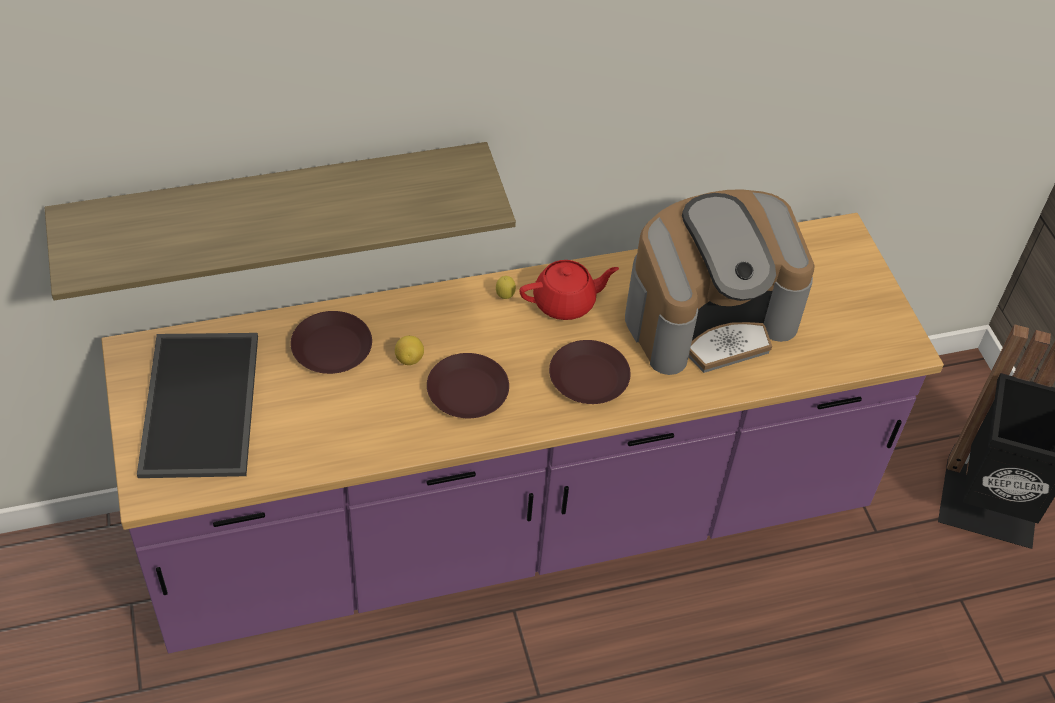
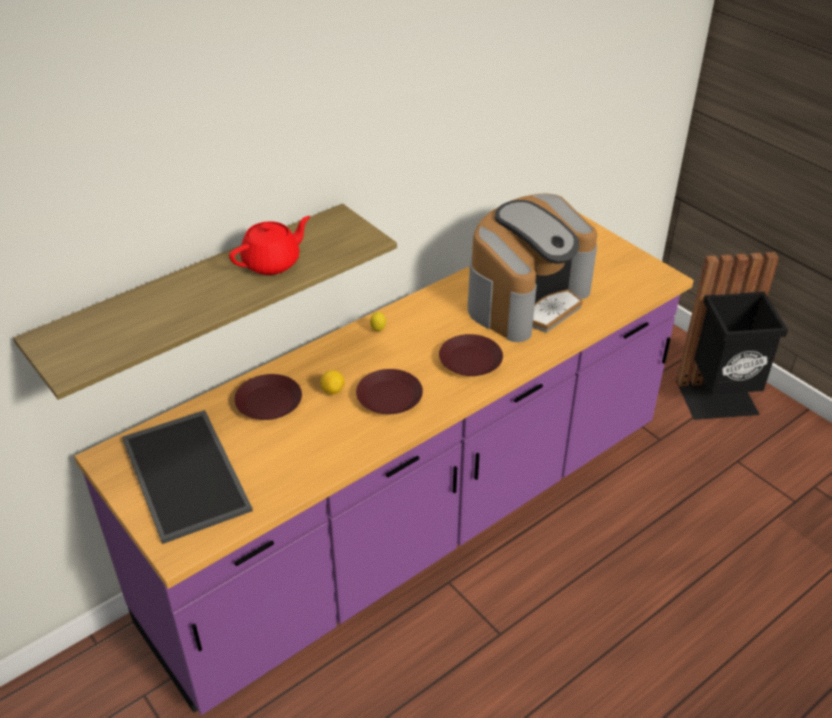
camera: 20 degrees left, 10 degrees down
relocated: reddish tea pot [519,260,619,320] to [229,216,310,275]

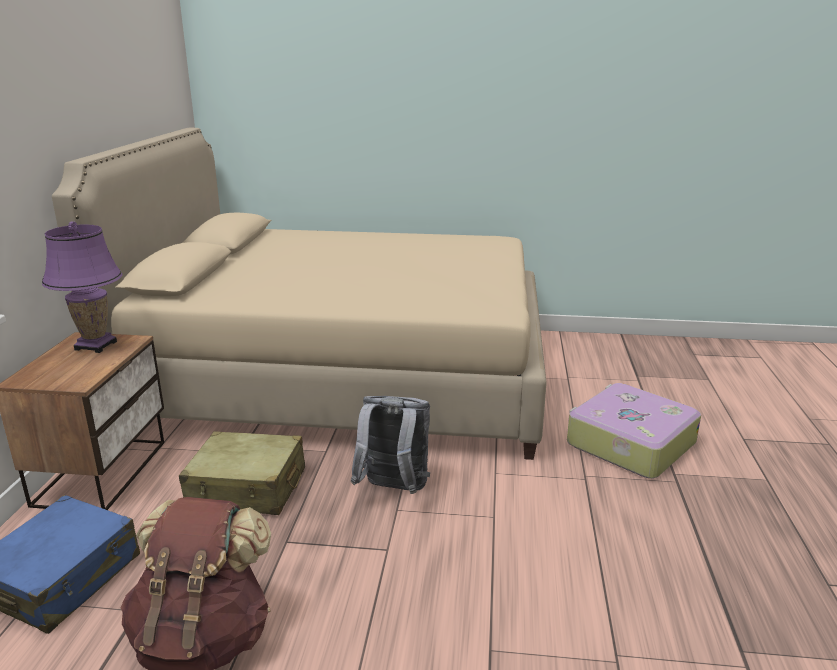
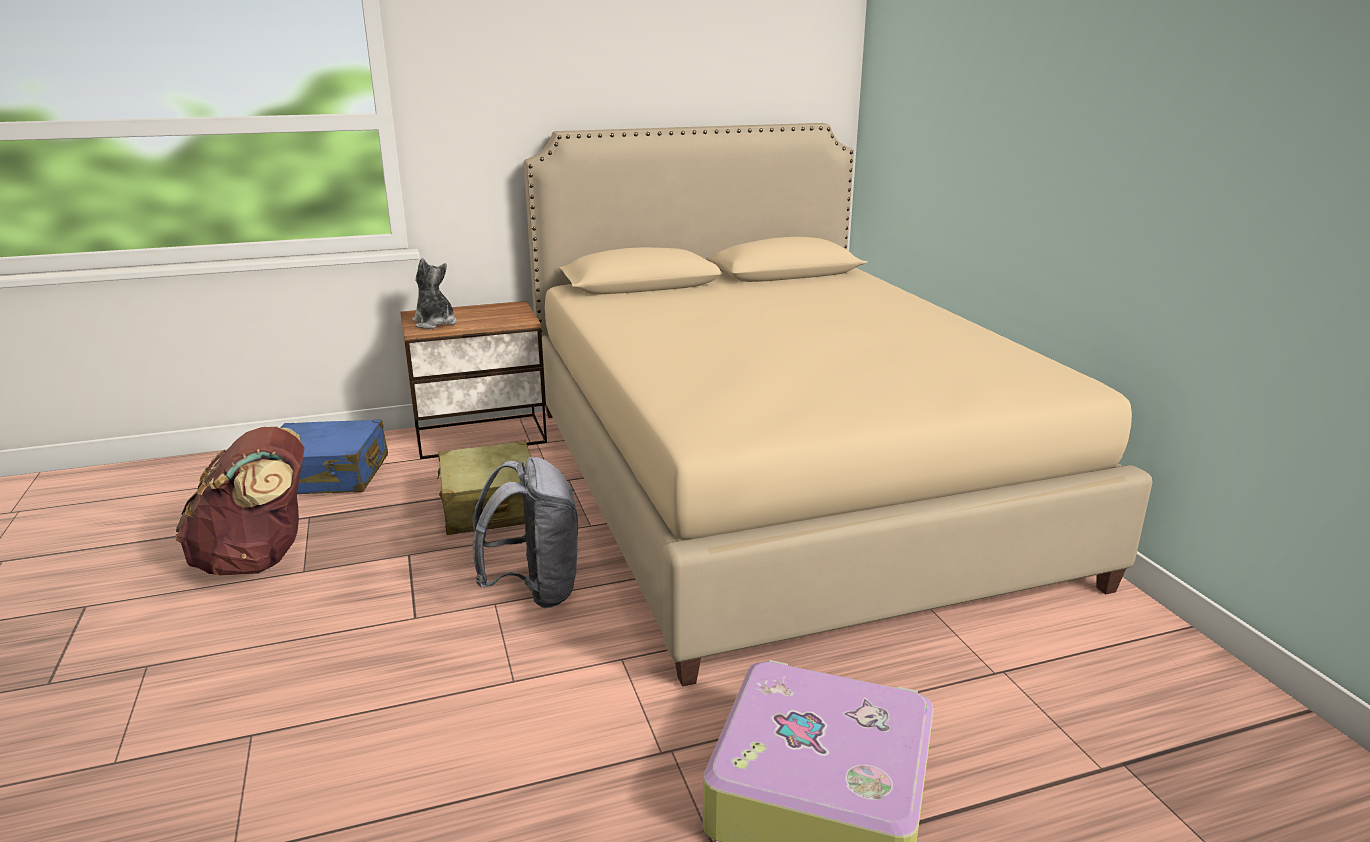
camera: 65 degrees right, 0 degrees up
missing: purple-coloured lamp for a table [42,221,122,353]
appeared: cuddly toy [412,258,457,329]

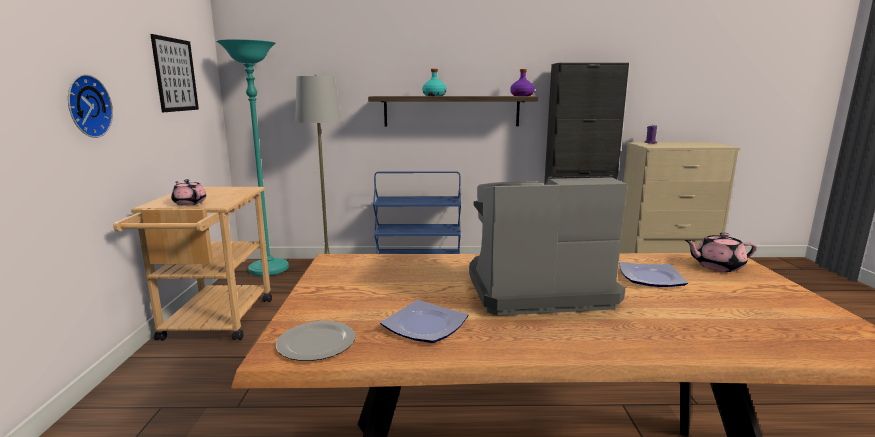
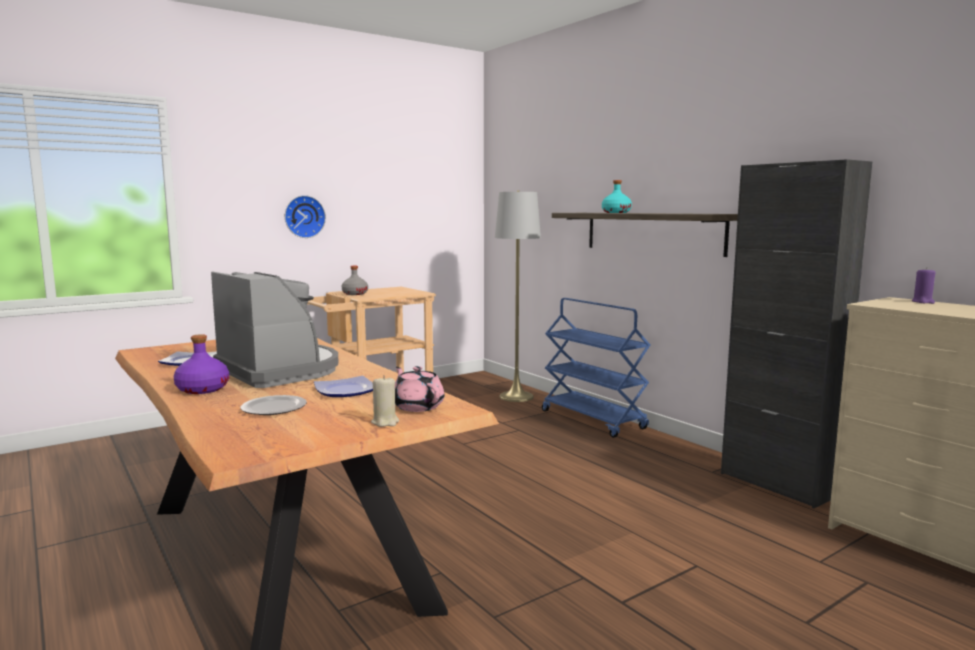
camera: 55 degrees right, 5 degrees down
missing: wall picture [150,34,199,112]; turquoise-coloured standard lamp [216,39,289,276]
appeared: beige-coloured wax candle [371,376,399,427]
relocated: flat dish [276,321,355,361] to [240,395,307,415]; purple-coloured bottle [510,69,535,96] to [173,334,229,394]
exchanged: pink tea pot [171,179,206,206] to greyish bottle [342,266,368,295]

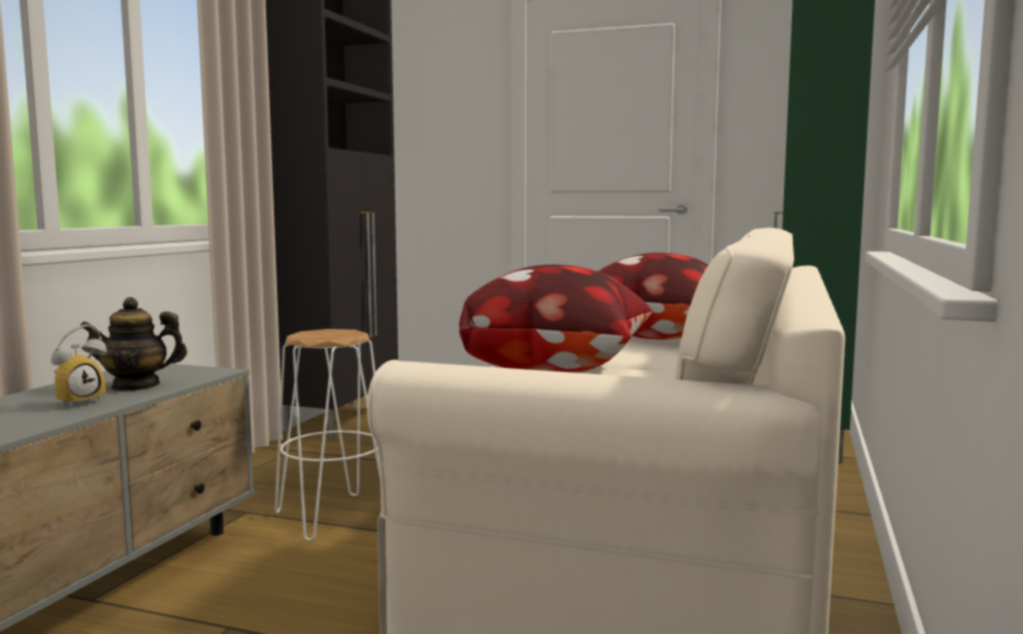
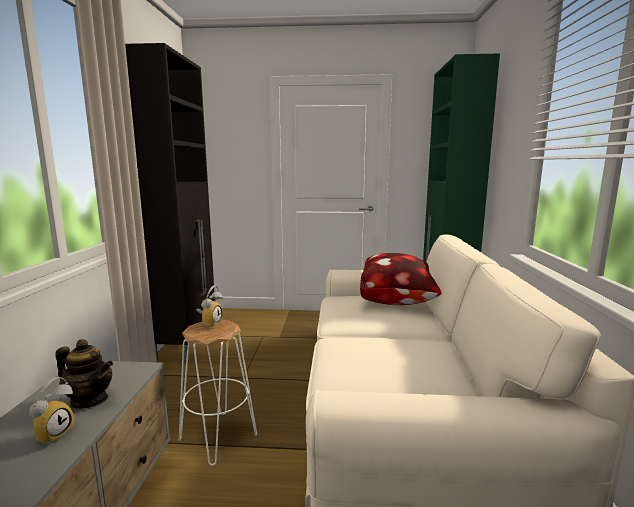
camera: 15 degrees left, 5 degrees up
missing: pillow [459,265,653,373]
appeared: table clock [196,285,223,328]
spun: tea pot [81,297,187,391] = [55,339,113,409] 135 degrees counterclockwise

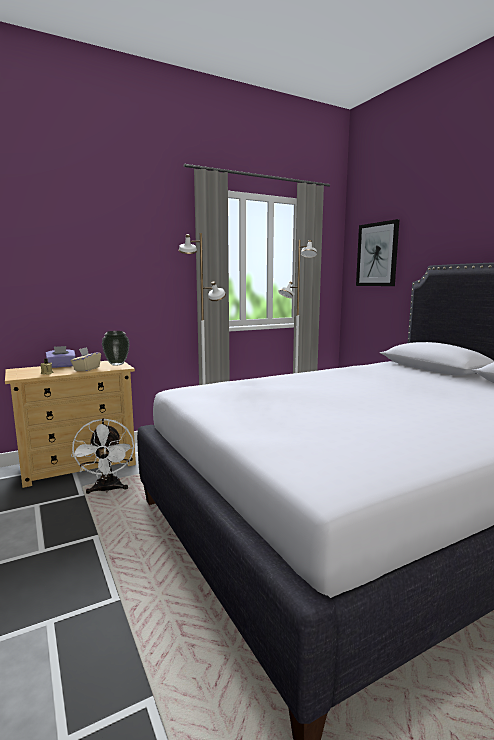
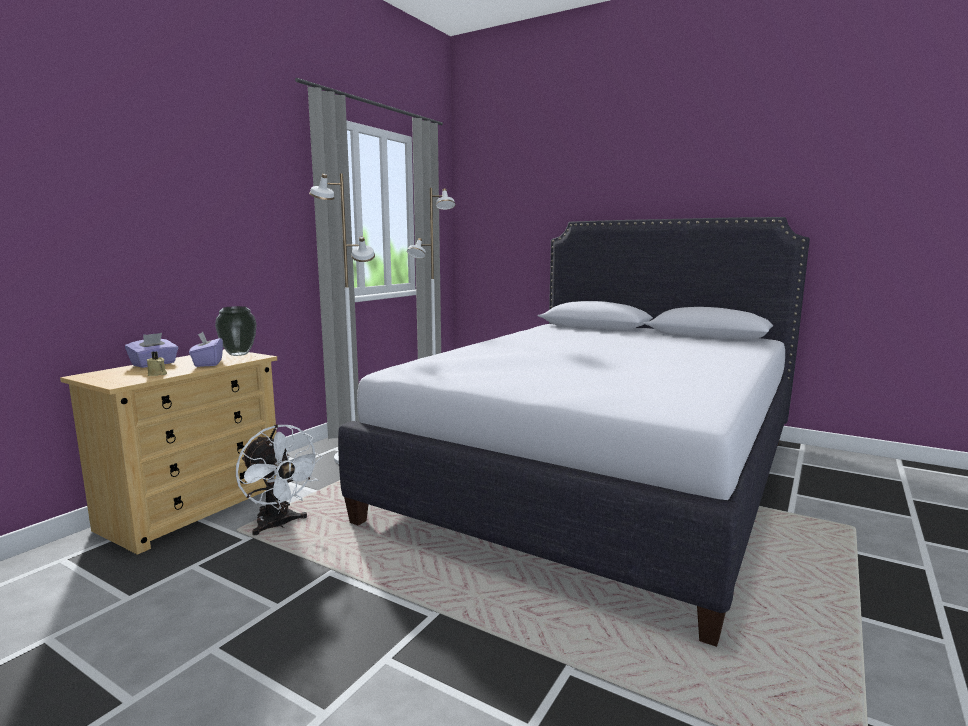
camera: 30 degrees left, 0 degrees up
missing: wall picture [356,219,399,286]
colour: beige-coloured tissue holder [71,347,101,371] to purple-coloured tissue holder [189,332,223,367]

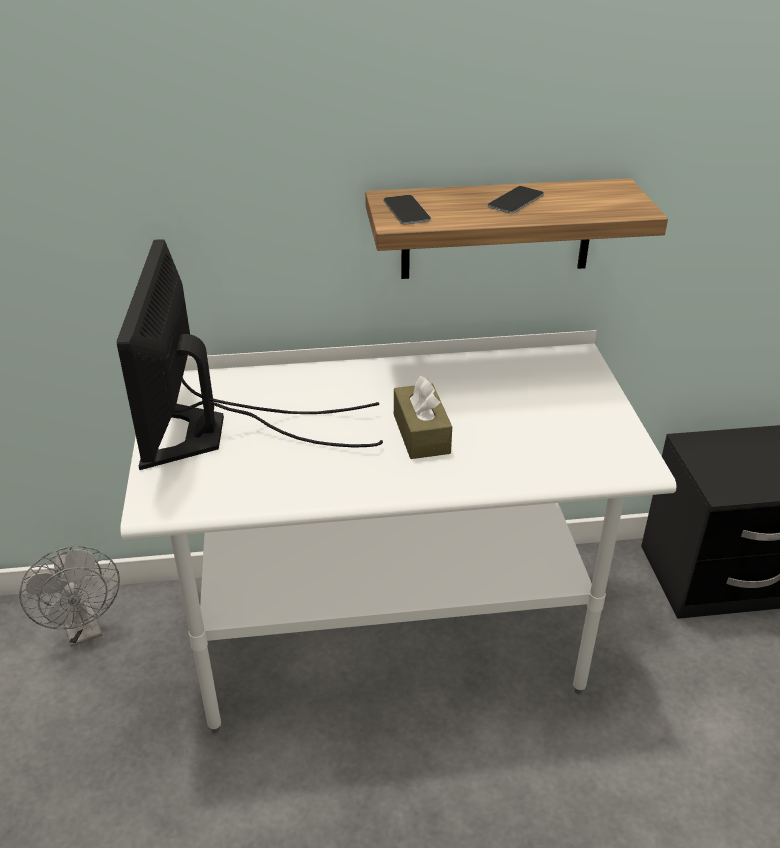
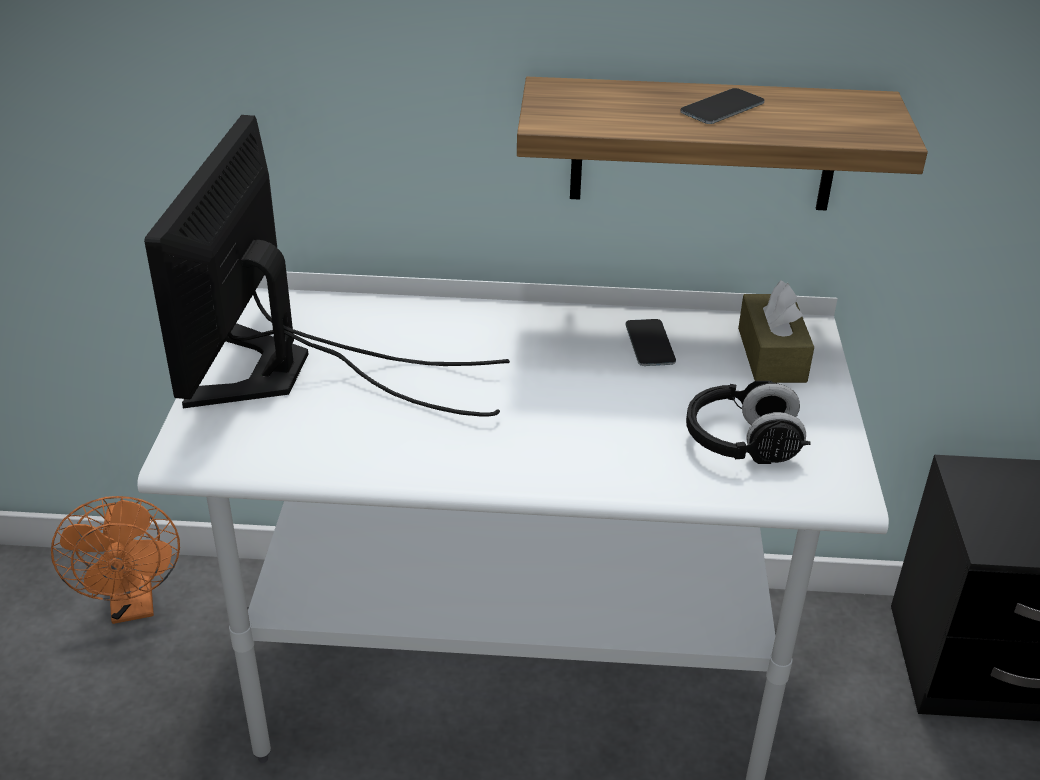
camera: 10 degrees right, 0 degrees up
appeared: black-coloured headset [686,380,811,464]
relocated: handset [384,195,431,225] to [626,319,676,366]; brown-coloured tissue holder [394,375,452,459] to [738,280,814,383]
colour: greyish cooling fan [19,546,120,647] to orangey cooling fan [51,496,180,624]

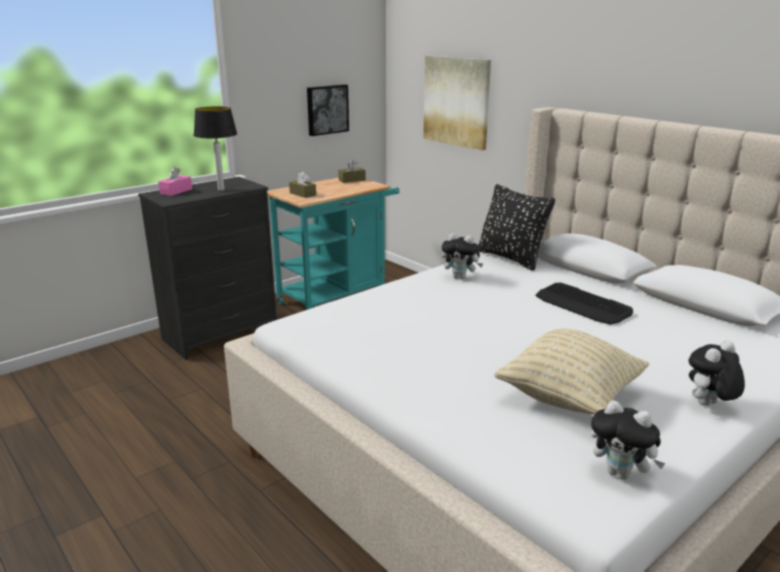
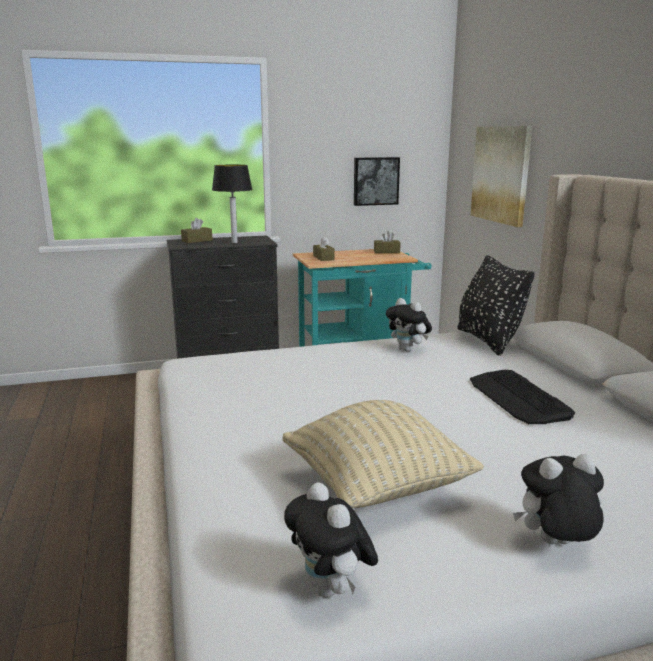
camera: 25 degrees right, 5 degrees down
colour: pink tissue holder [158,167,192,196] to brown-coloured tissue holder [181,218,213,243]

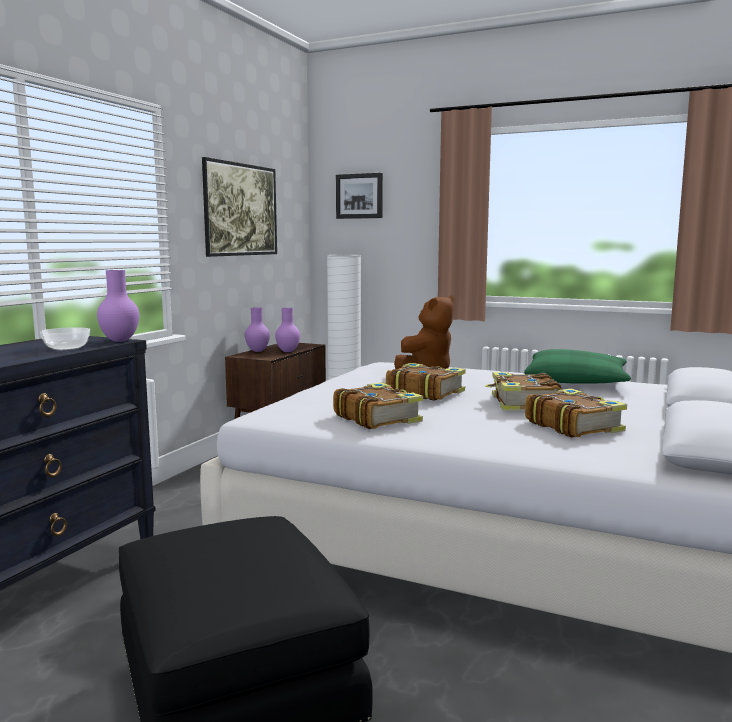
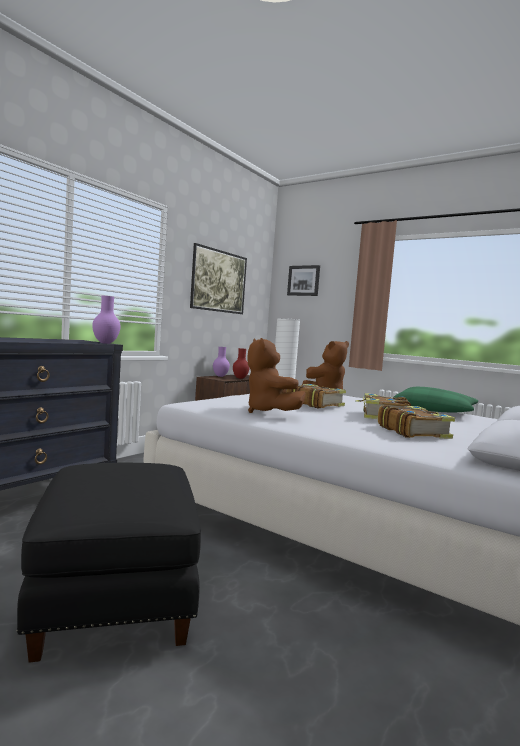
camera: 10 degrees right, 5 degrees down
missing: serving bowl [40,327,90,350]
exchanged: bound book [333,382,423,429] to brown-coloured cuddly toy [247,338,306,413]
colour: purple-coloured flower vase [275,308,300,352] to reddish flower vase [233,348,250,379]

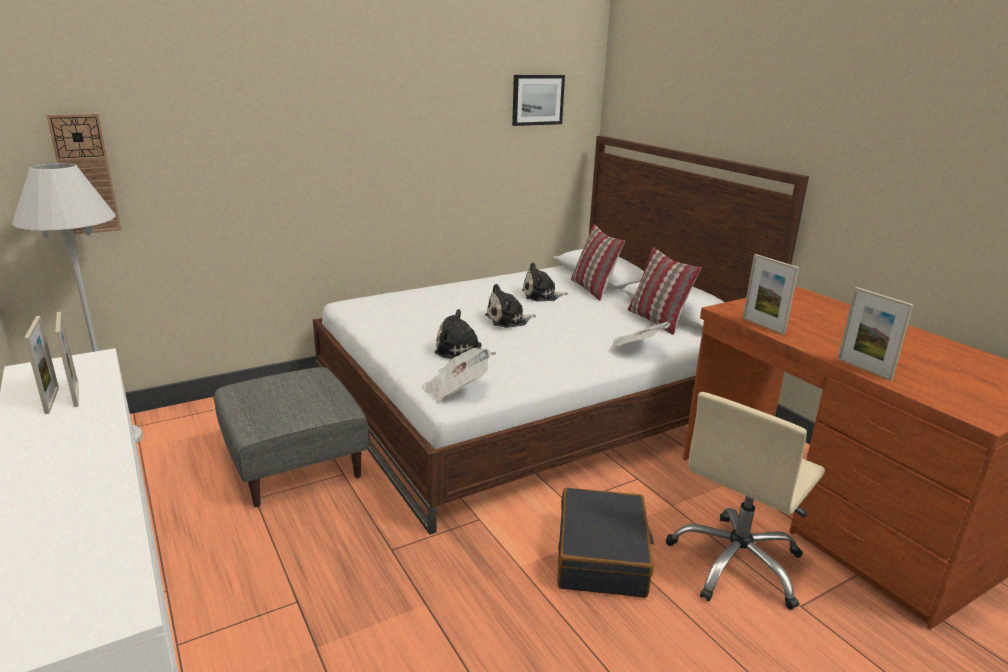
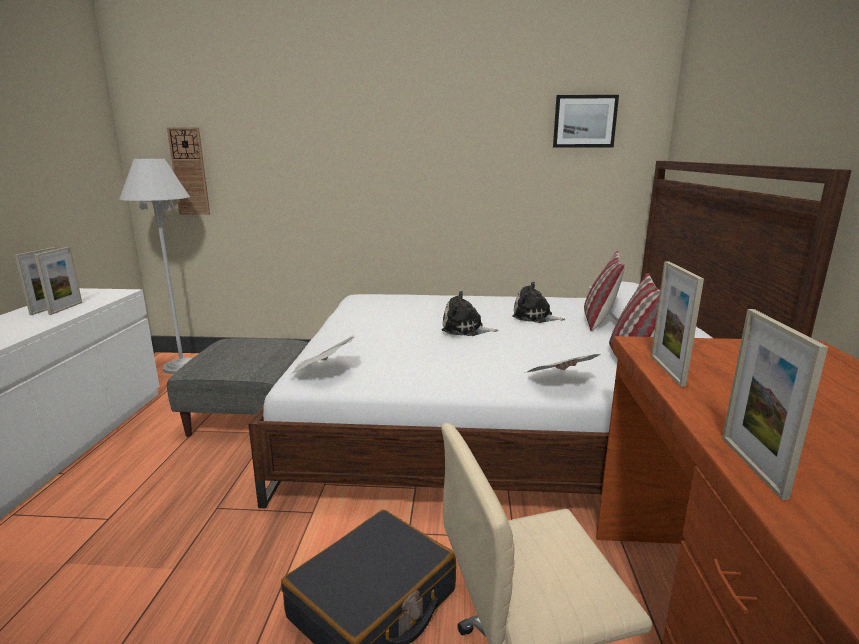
camera: 35 degrees right, 5 degrees down
missing: cuddly toy [435,309,496,359]

